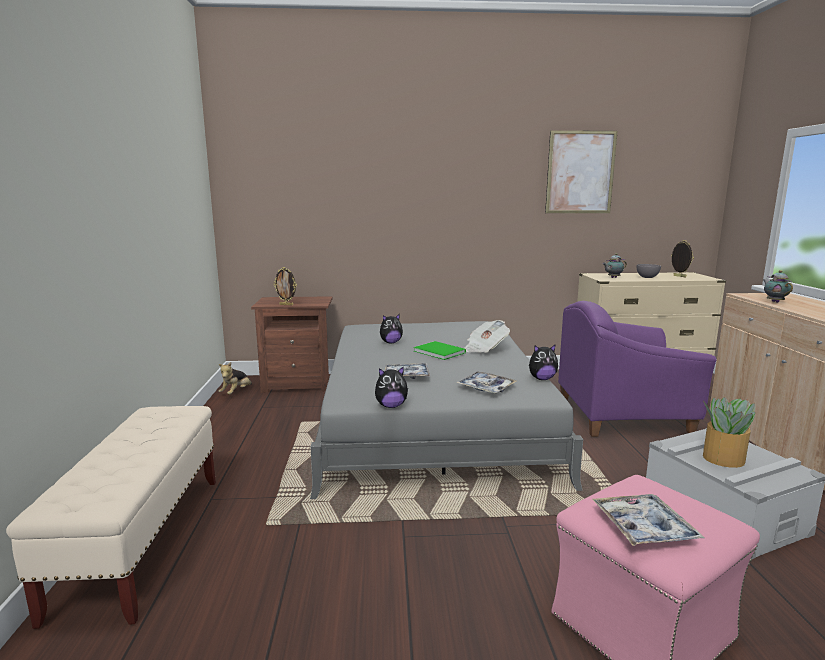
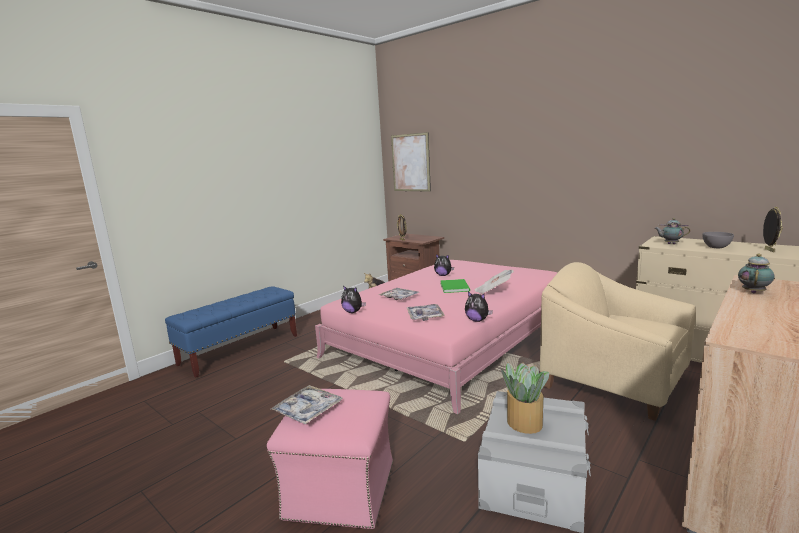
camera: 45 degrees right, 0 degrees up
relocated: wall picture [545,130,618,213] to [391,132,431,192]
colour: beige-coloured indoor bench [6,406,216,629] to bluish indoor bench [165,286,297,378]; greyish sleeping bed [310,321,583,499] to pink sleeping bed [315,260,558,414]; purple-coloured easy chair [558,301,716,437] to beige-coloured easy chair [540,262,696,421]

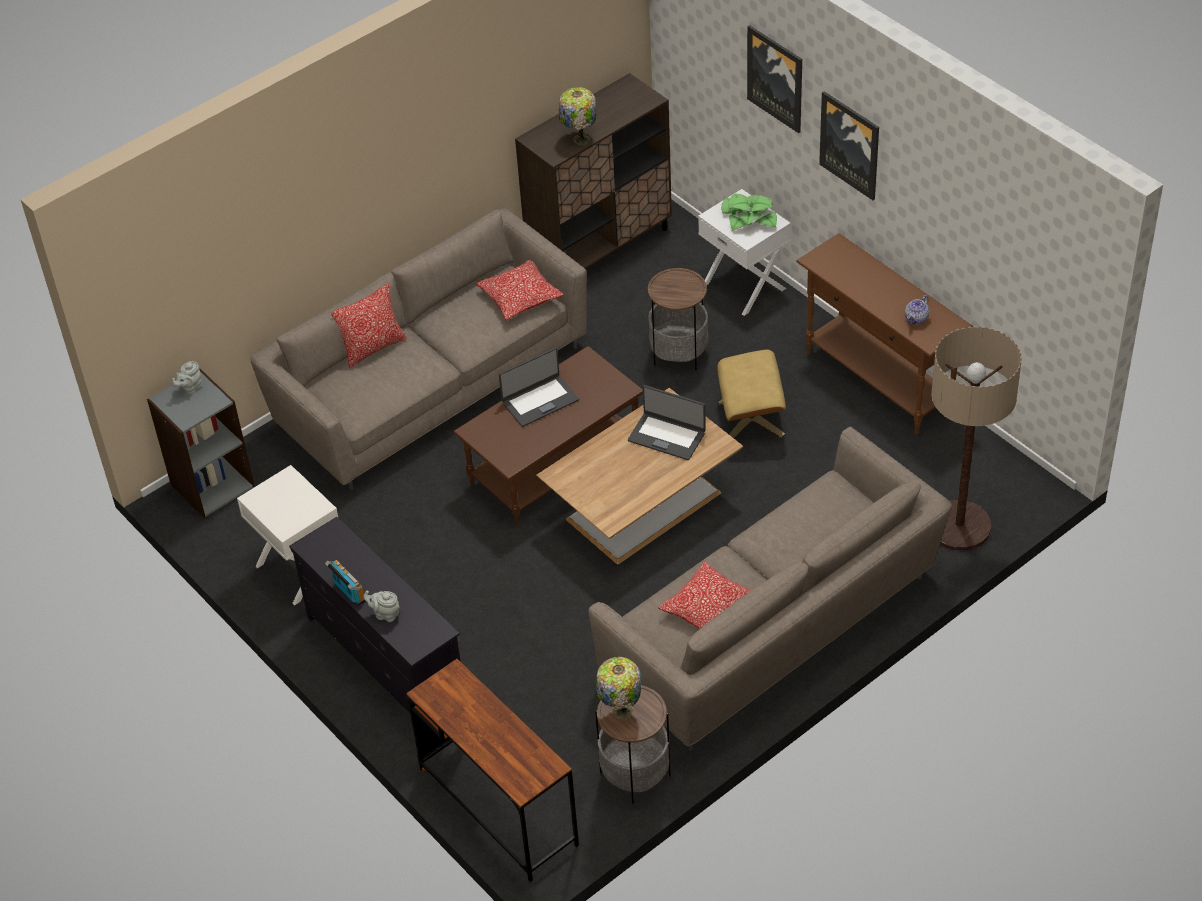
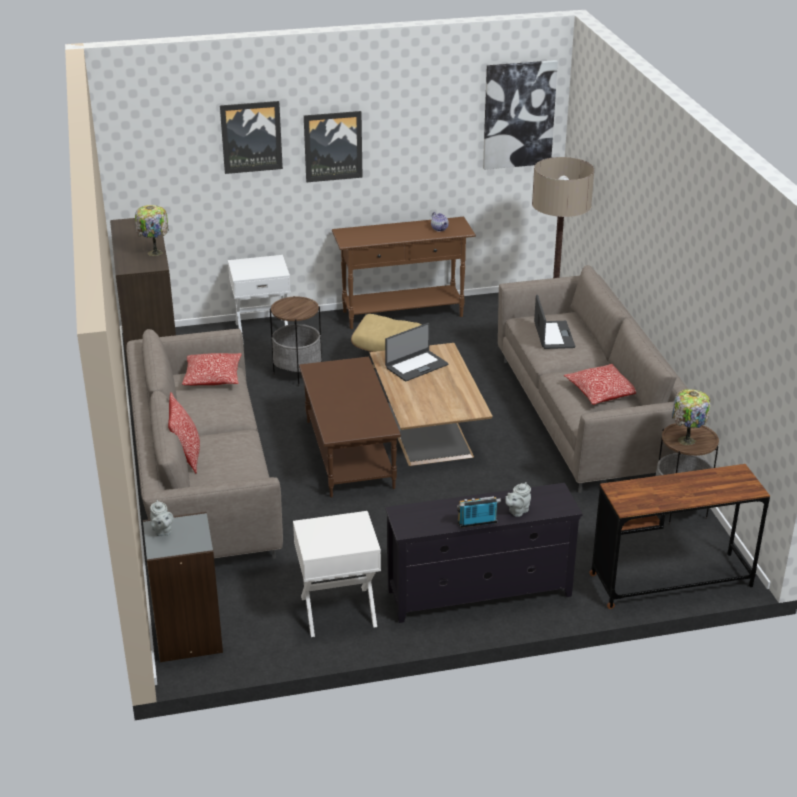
camera: 65 degrees left, 15 degrees down
missing: plant in a pot [721,193,777,231]
appeared: wall picture [483,60,558,170]
relocated: laptop [499,347,579,427] to [534,295,575,349]

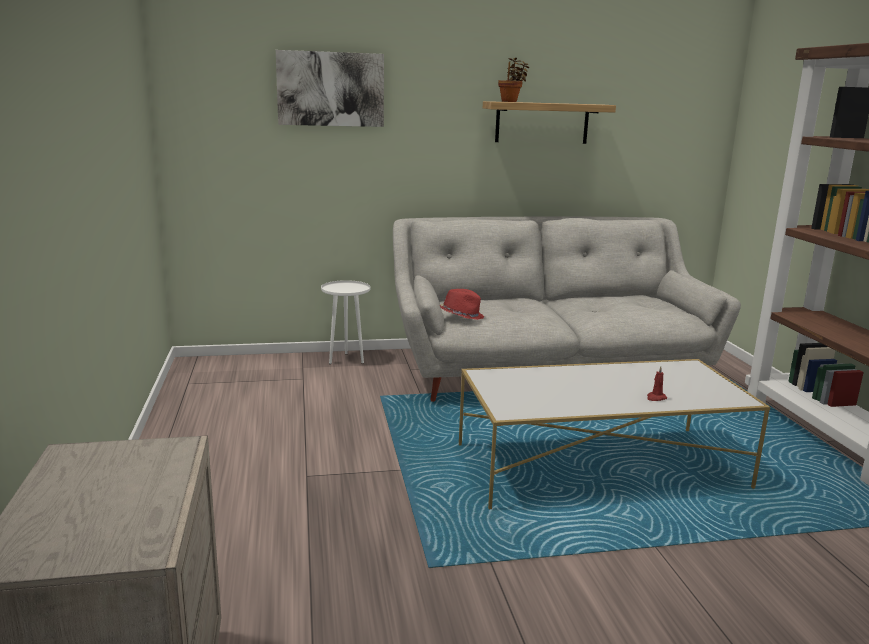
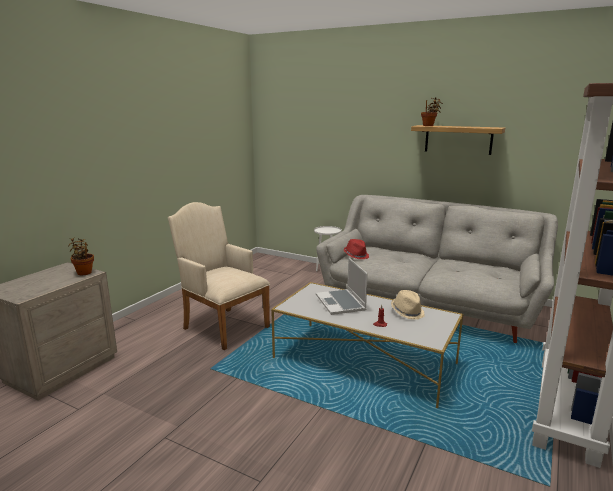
camera: 40 degrees right, 0 degrees up
missing: wall picture [276,50,384,127]
appeared: plant in a pot [68,237,94,275]; beige-coloured easy chair [168,202,270,350]; laptop [316,257,368,315]; beige-coloured wearable hat [391,290,424,319]

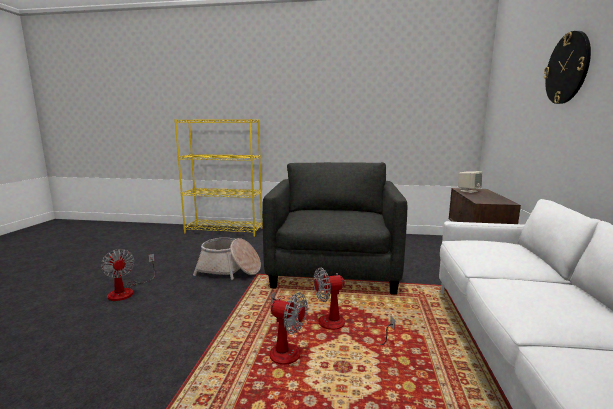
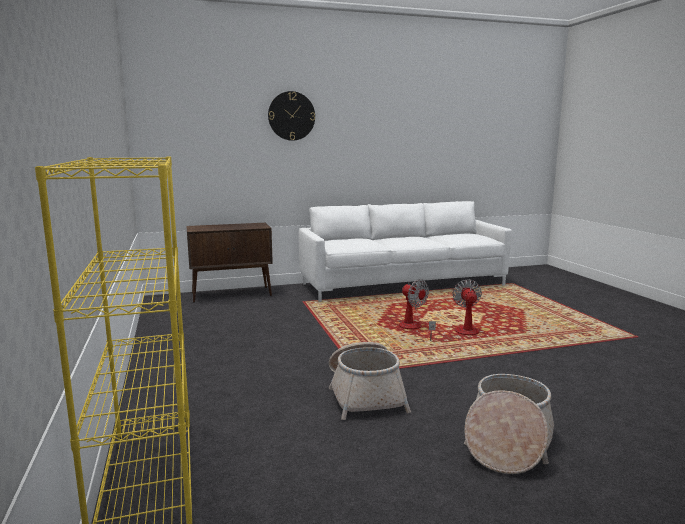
camera: 115 degrees left, 0 degrees up
missing: greyish easy chair [262,162,407,295]; beige-coloured loudspeaker [458,171,482,193]
exchanged: cooling fan [101,249,155,301] to household basket [464,374,554,474]

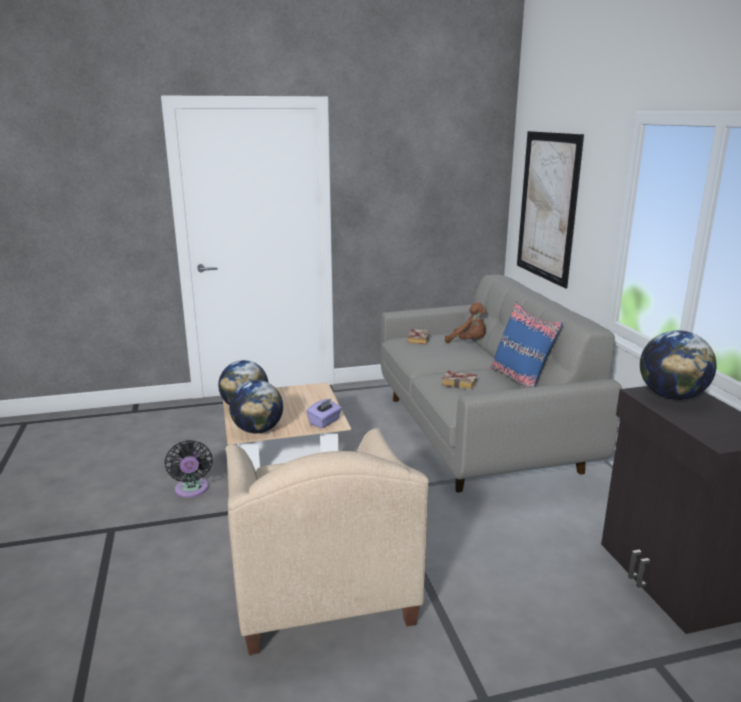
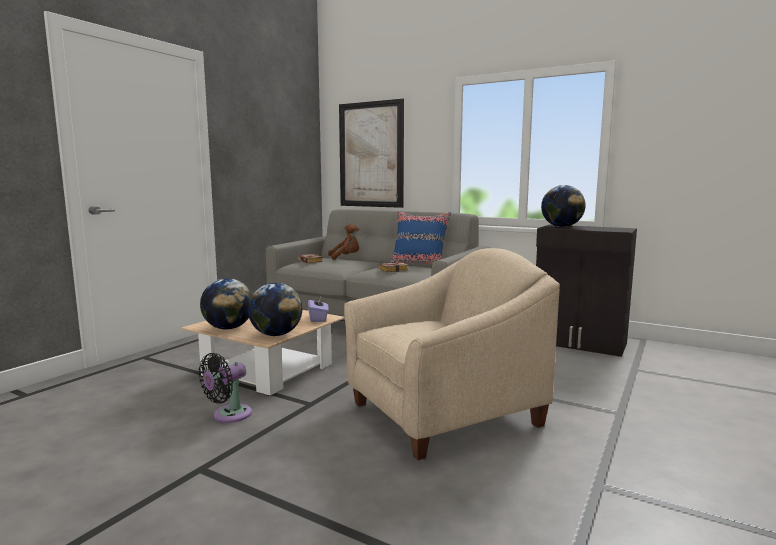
camera: 45 degrees left, 10 degrees down
spun: black-coloured cooling fan [164,440,213,497] = [199,353,252,423] 105 degrees clockwise; beige-coloured easy chair [225,428,429,655] = [344,248,560,460] 60 degrees counterclockwise

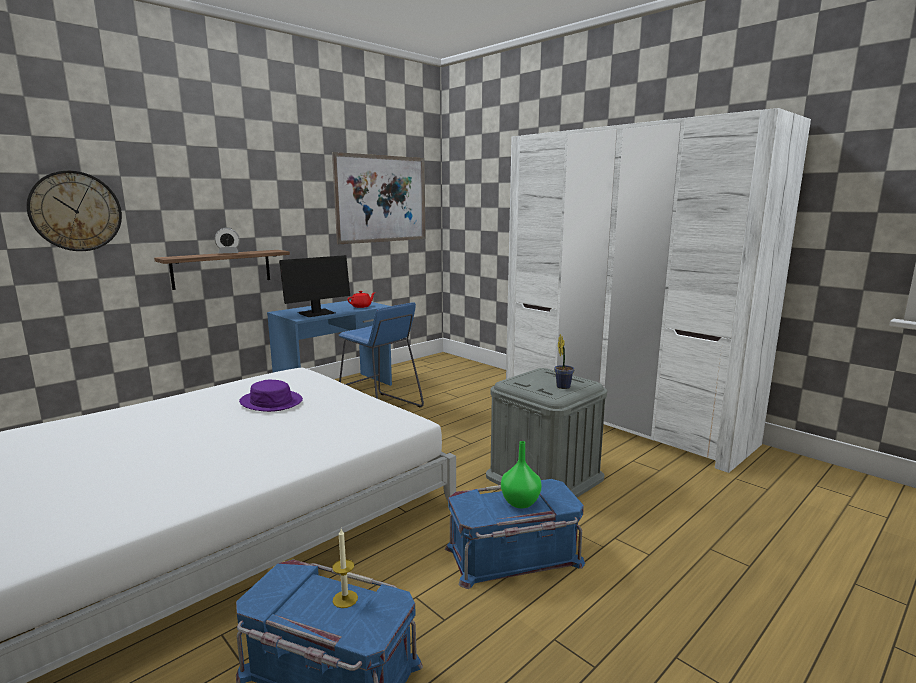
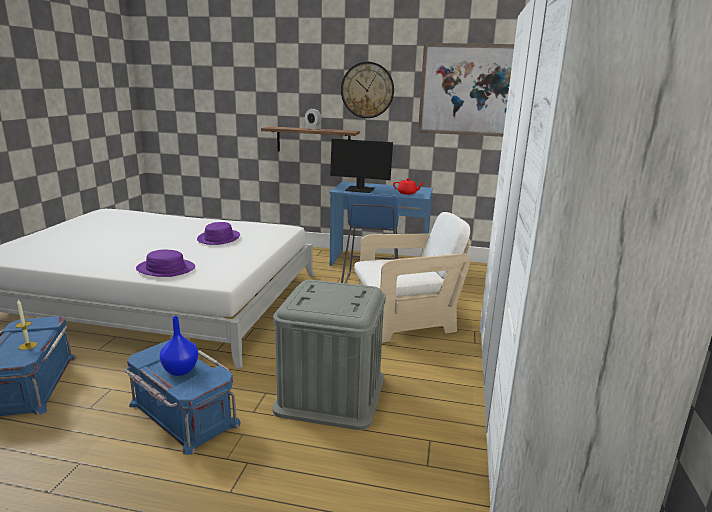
camera: 55 degrees right, 5 degrees up
missing: plant in a pot [554,334,575,389]
appeared: purple-coloured wearable hat [136,250,195,277]; white-coloured easy chair [354,212,470,343]
relocated: hanging clock [26,170,122,251] to [341,62,394,118]
colour: green flower vase [501,441,541,509] to bluish flower vase [159,316,198,376]

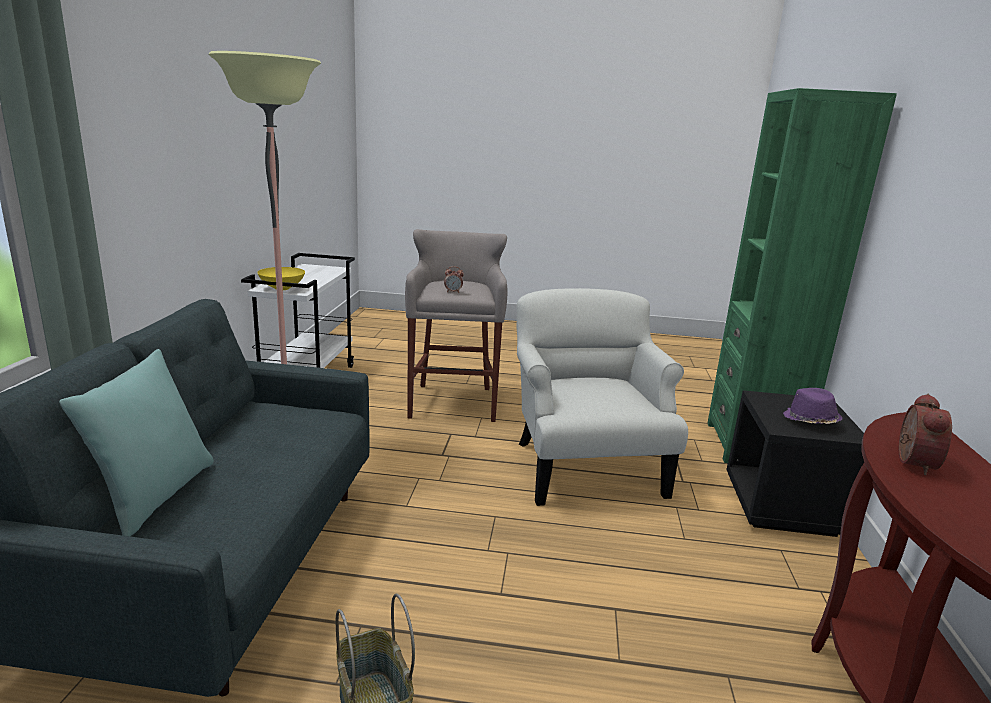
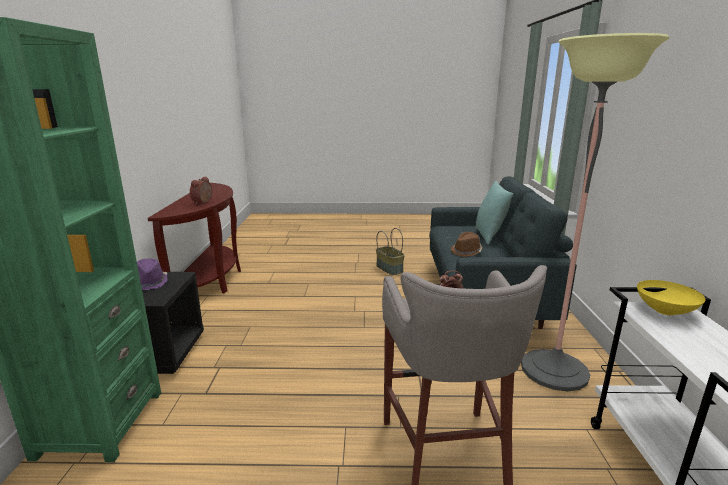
camera: 175 degrees right, 0 degrees up
missing: white-coloured easy chair [517,288,688,506]
appeared: brown-coloured wearable hat [451,232,482,257]

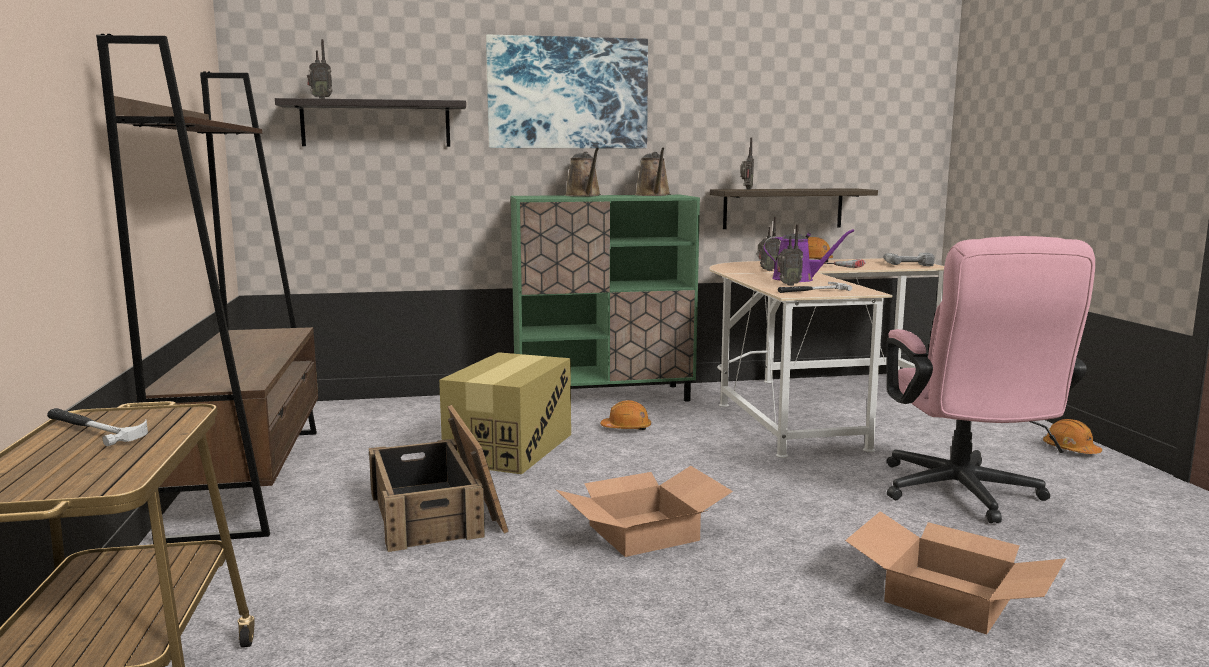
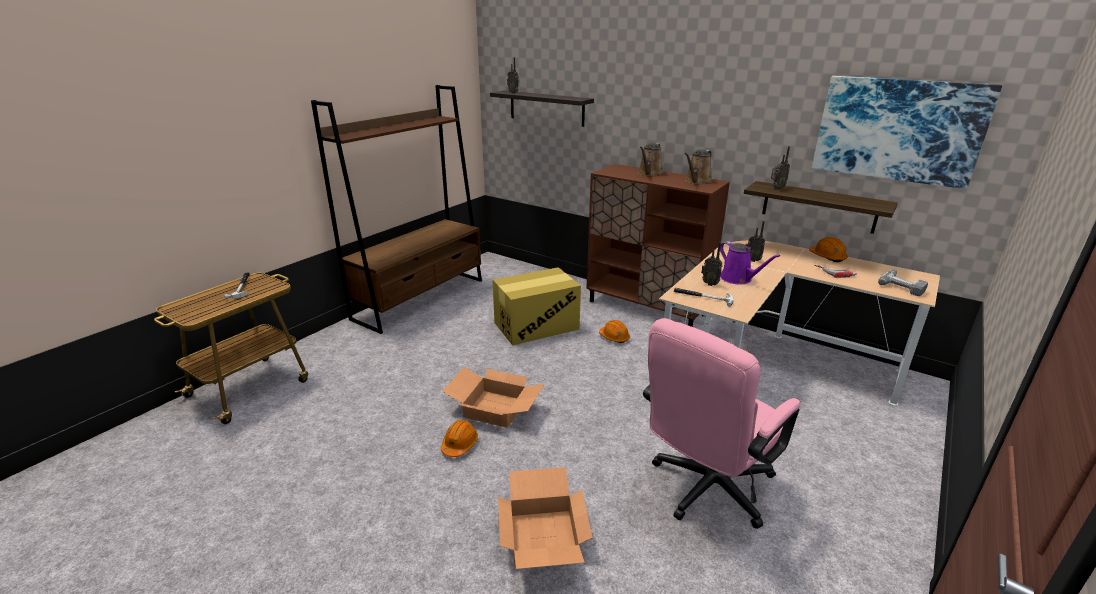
camera: 45 degrees right, 15 degrees up
missing: crate [369,405,509,552]
relocated: wall picture [486,35,648,148] to [812,76,1002,189]; orangey safety helmet [1043,419,1102,454] to [441,420,478,457]
colour: green cupboard [511,195,700,402] to brown-coloured cupboard [586,164,730,327]

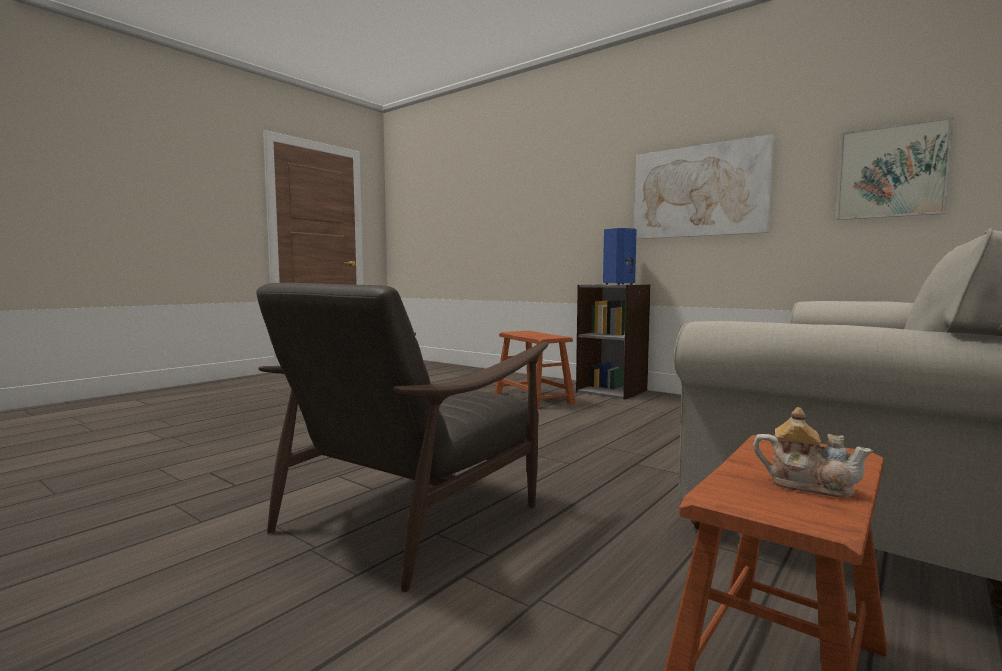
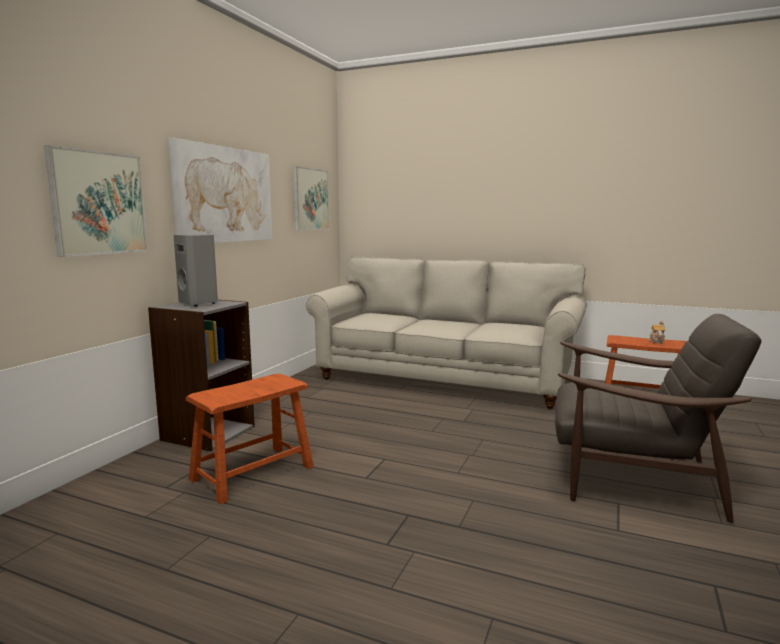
camera: 105 degrees left, 5 degrees up
appeared: wall picture [44,145,148,257]
colour: bluish loudspeaker [603,228,637,285] to greyish loudspeaker [174,234,218,306]

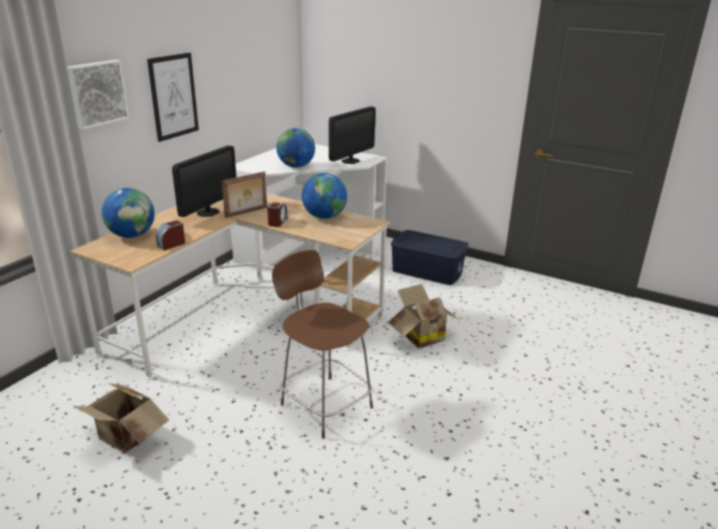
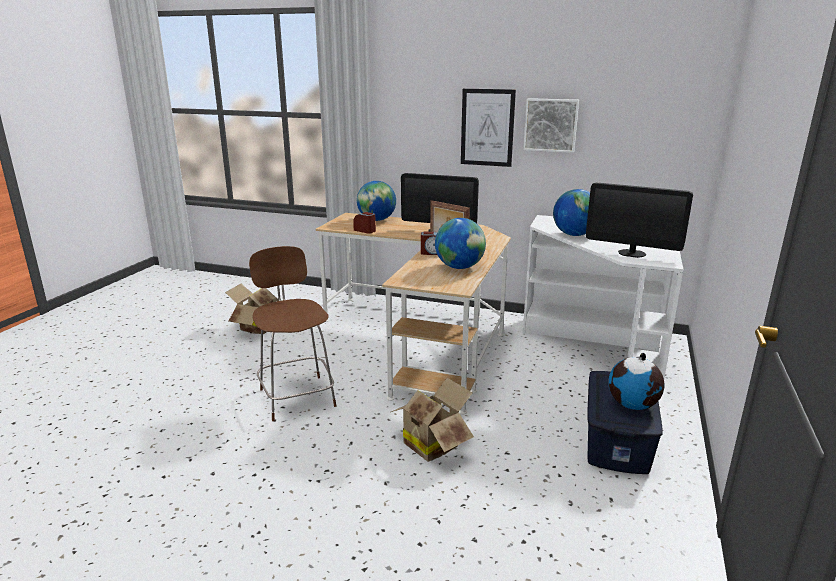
camera: 80 degrees right, 5 degrees down
appeared: globe [609,353,665,410]
relocated: wall picture [67,60,129,130] to [523,98,579,153]
spun: brown-coloured upright chair [272,250,373,439] = [249,246,336,421] 60 degrees counterclockwise

